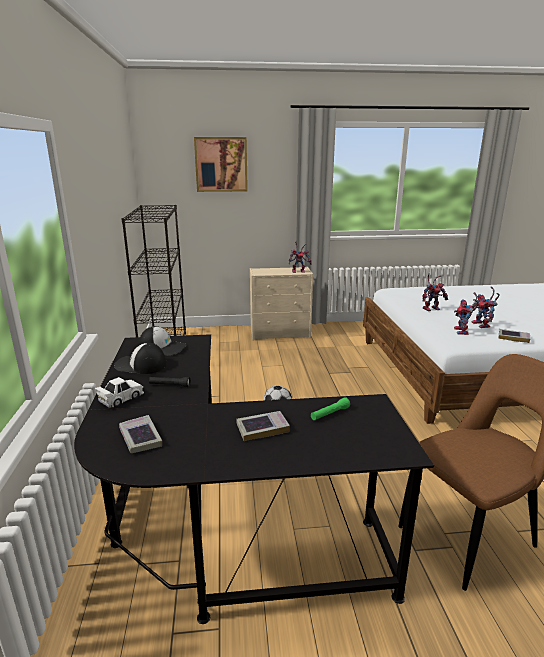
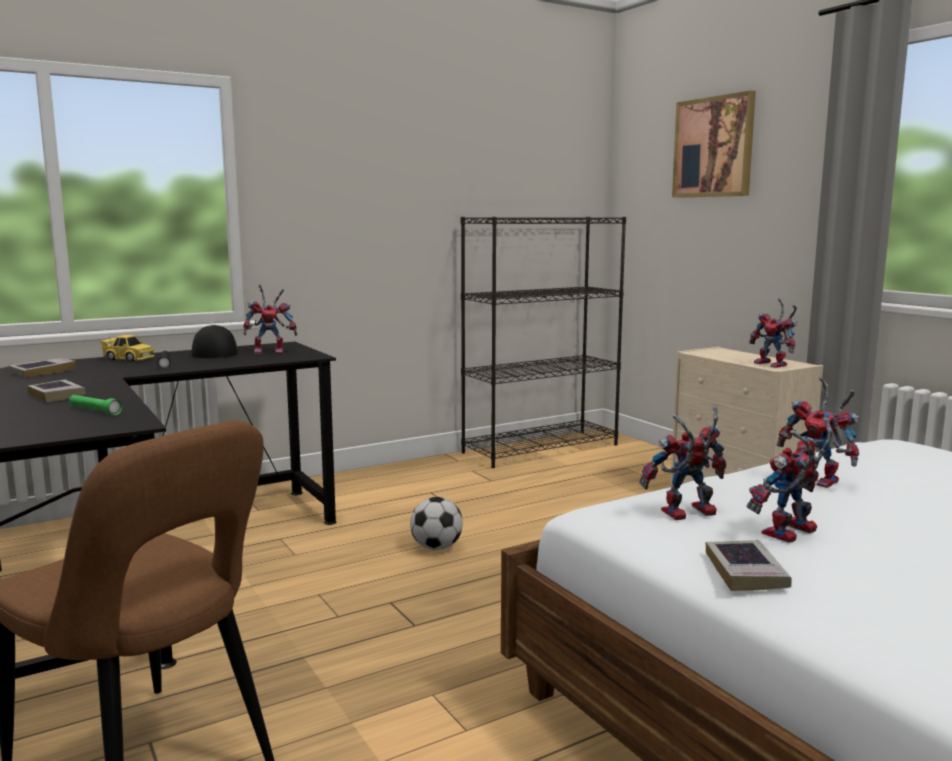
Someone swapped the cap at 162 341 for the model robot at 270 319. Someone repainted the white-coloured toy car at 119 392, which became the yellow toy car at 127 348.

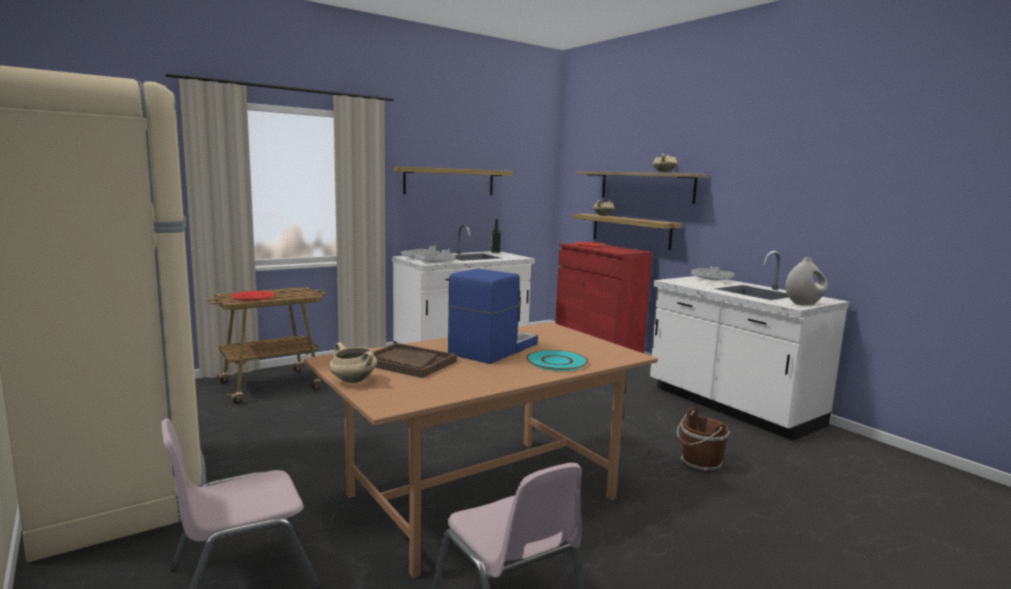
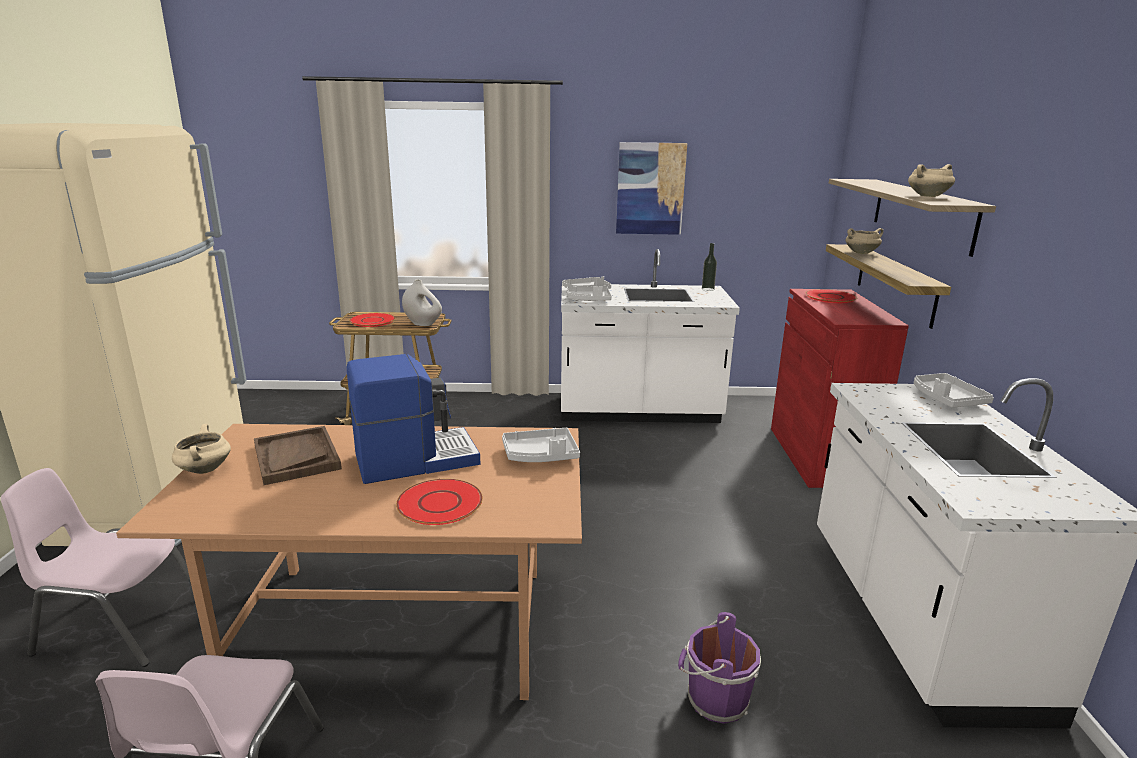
Someone swapped the shelf at 453 181 for the wall picture at 651 188. Someone carried the white-coloured vase from 806 281 to 422 302. Someone repainted the blue-green dinner plate at 557 360, which became the red-coloured dinner plate at 439 502. Someone repainted the brown bucket at 703 440, which became the purplish bucket at 719 668. Someone put down the grey serving tray at 541 445.

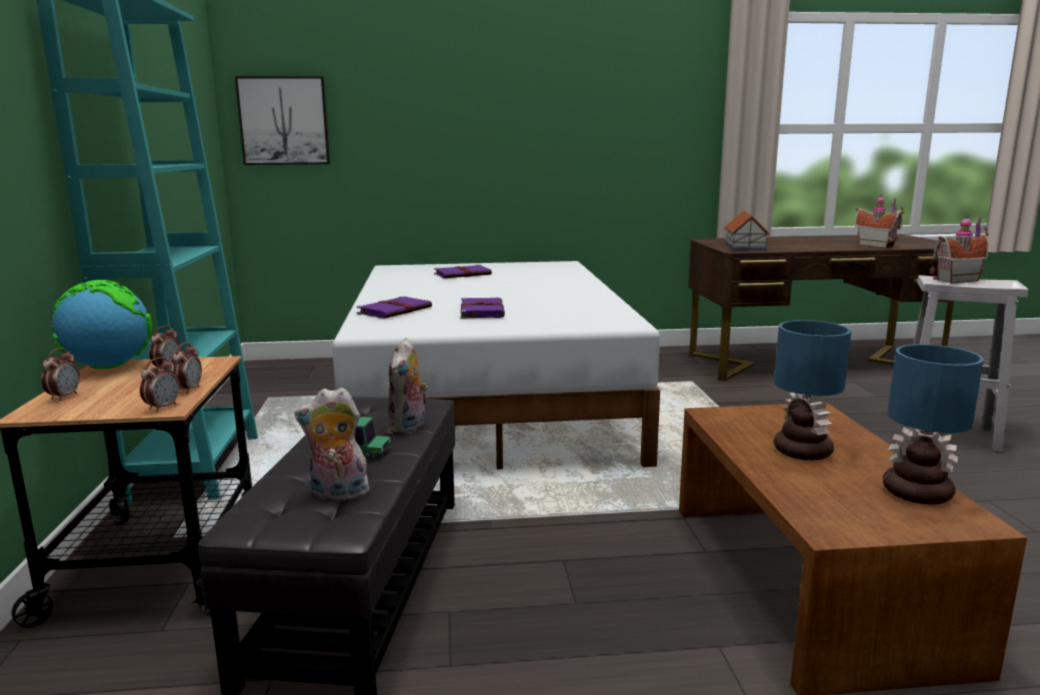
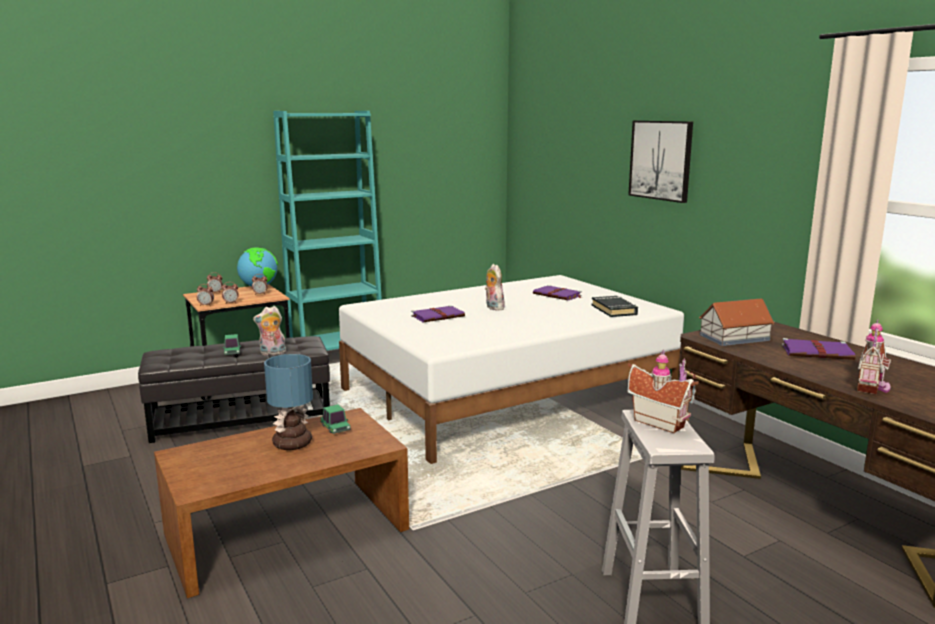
Someone carried the wall picture from 282 120 to 660 161. Someone carried the purplish volume from 394 307 to 819 349. Someone took away the table lamp at 933 424. Someone carried the soft toy from 333 445 to 495 287. Someone put down the black volume at 615 306. Someone put down the toy car at 335 419.

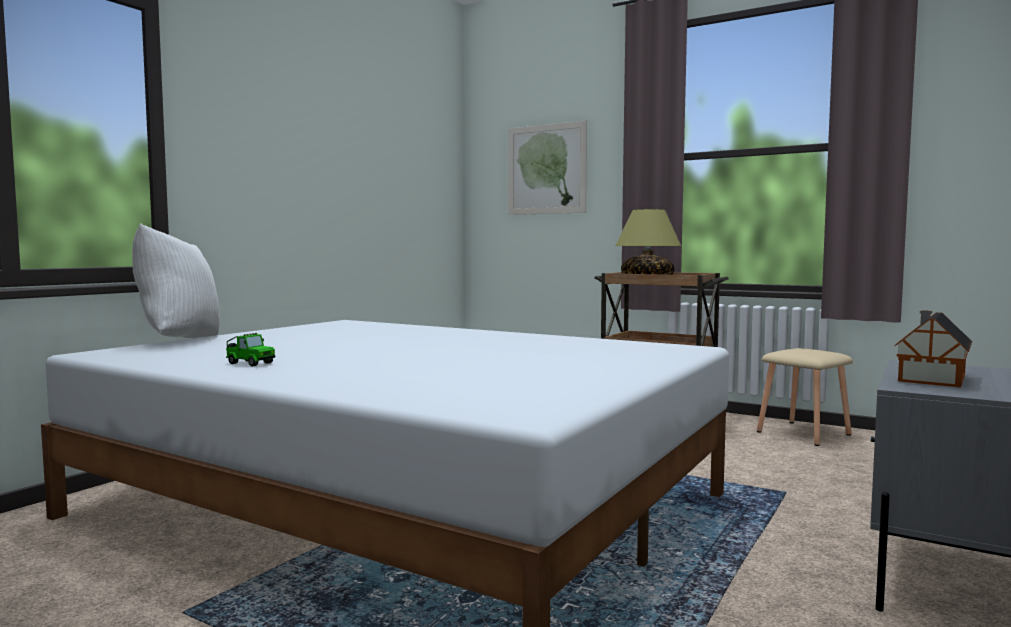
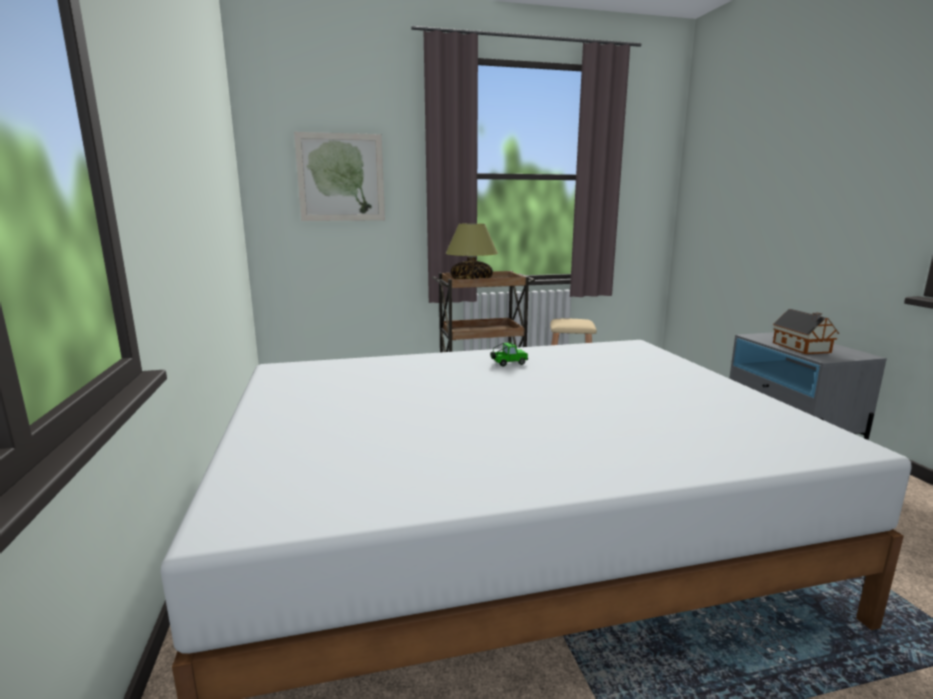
Someone took away the white-coloured pillow at 176 280. Someone carried the toy car from 250 349 to 509 354.

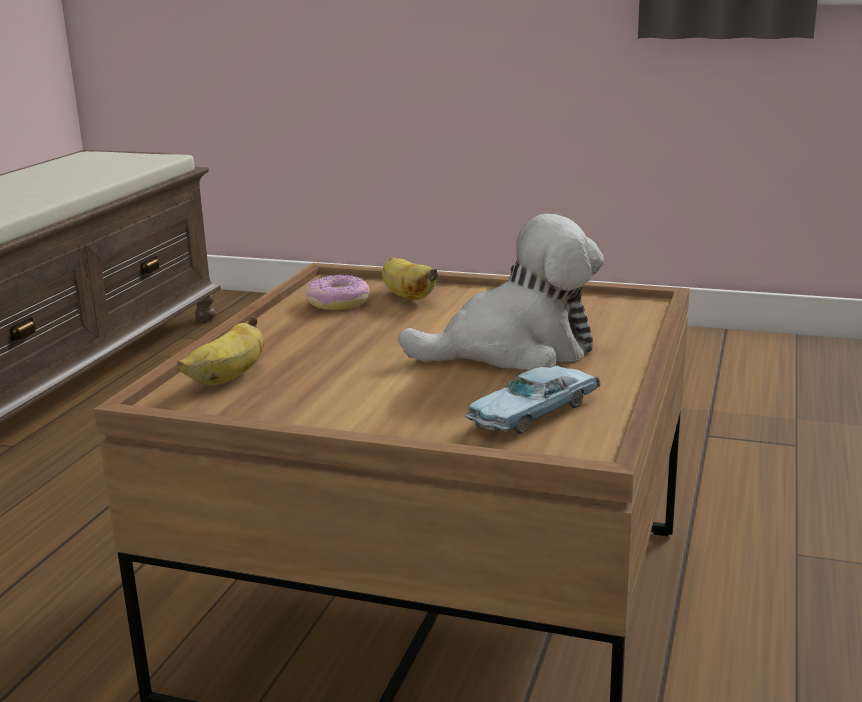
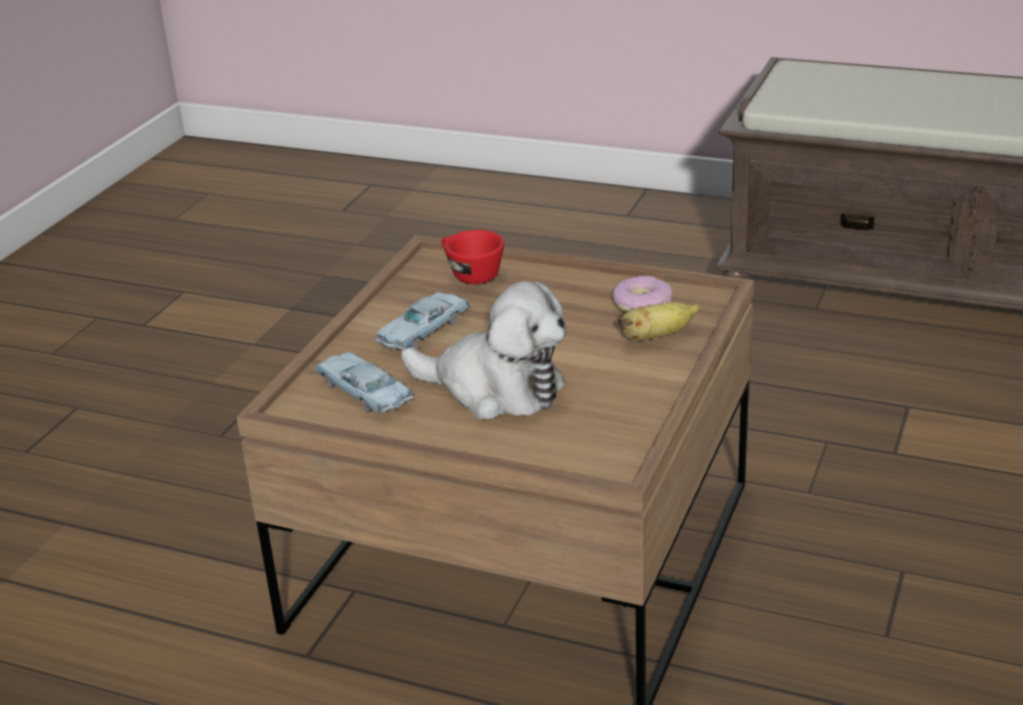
Someone rotated the soft toy at 501 292 by 60 degrees counterclockwise. Someone swapped the banana fruit at 220 350 for the red-coloured drinking cup at 473 257. Someone put down the blue toy car at 422 320.

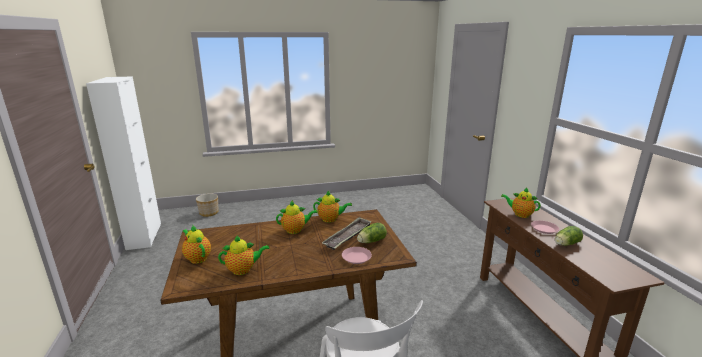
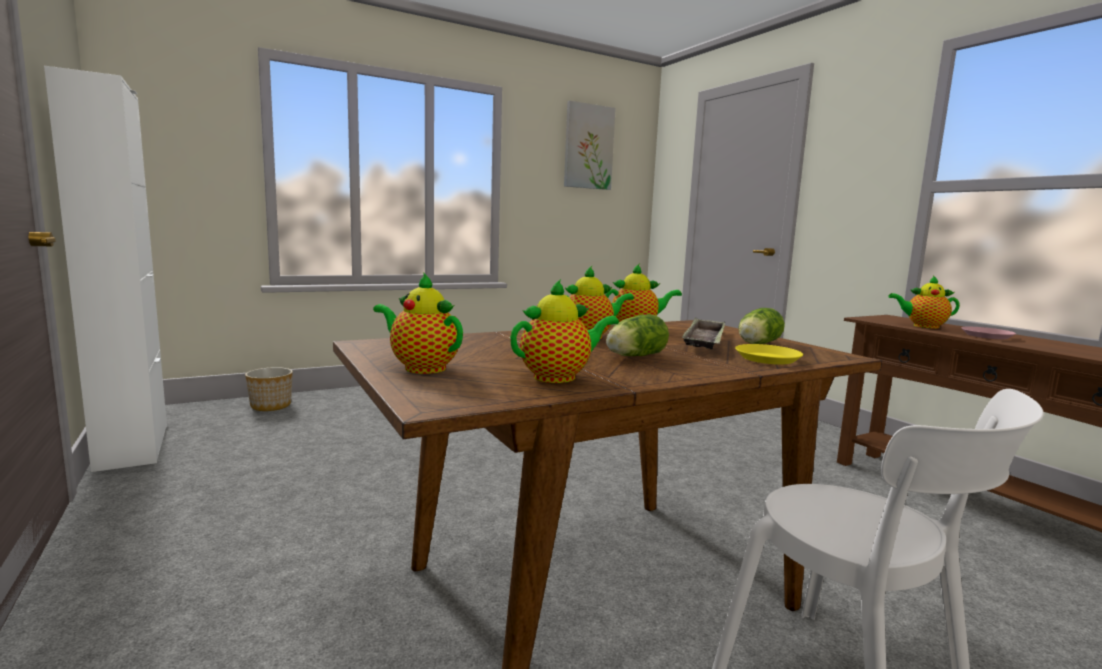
Someone carried the lettuce from 569 236 to 637 335. Someone repainted the pink-coloured dinner plate at 357 255, which became the yellow dinner plate at 769 354. Someone put up the wall picture at 590 145.

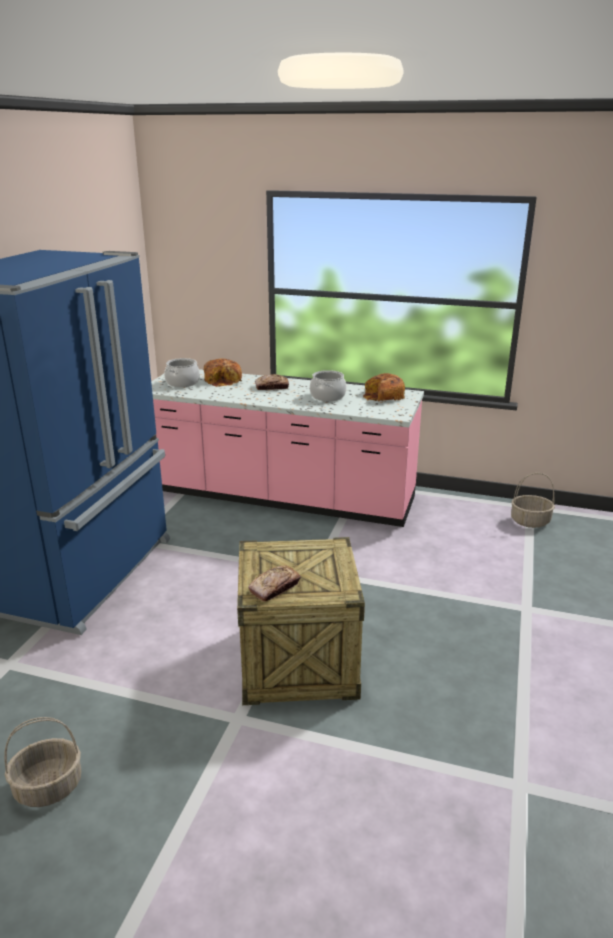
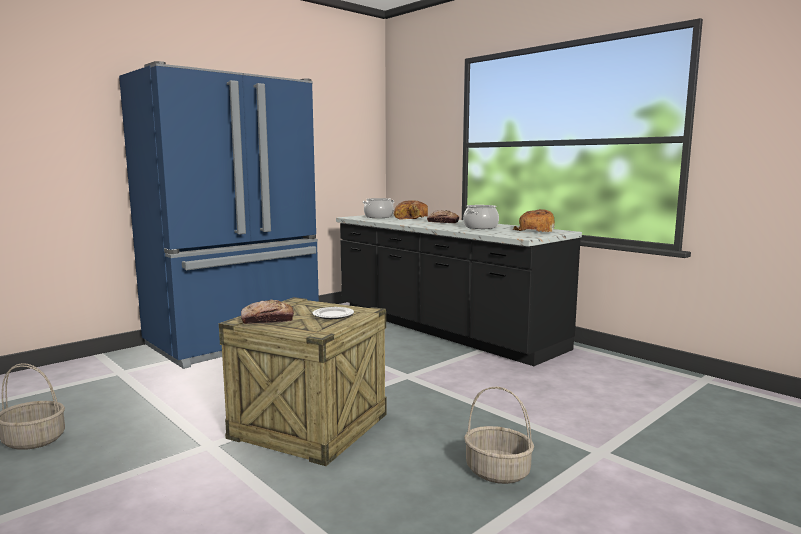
Someone repainted the pink-coloured counter at 287 448, which became the black counter at 459 290. Someone carried the basket from 533 500 to 499 435. Someone put down the dinner plate at 333 313.

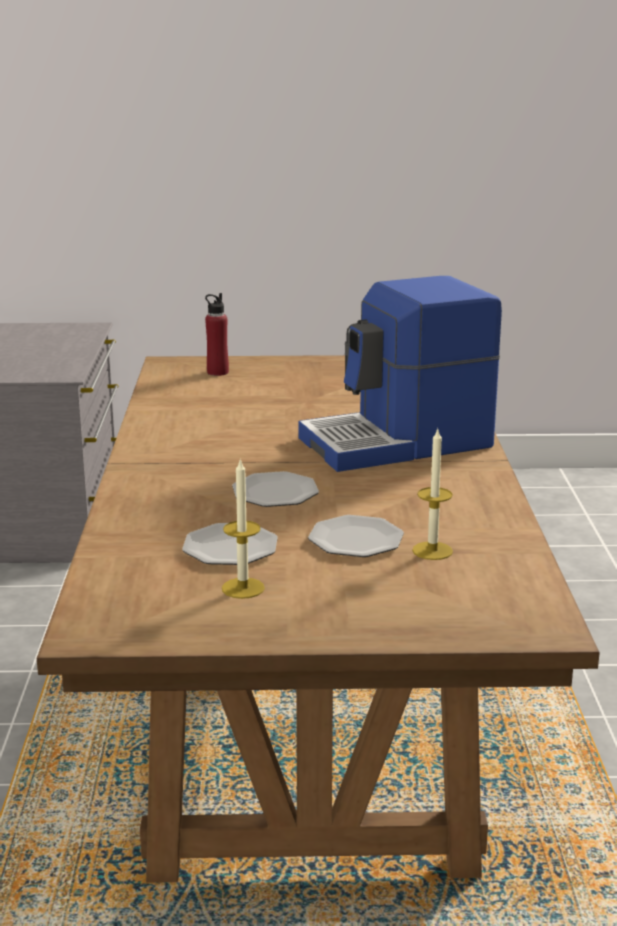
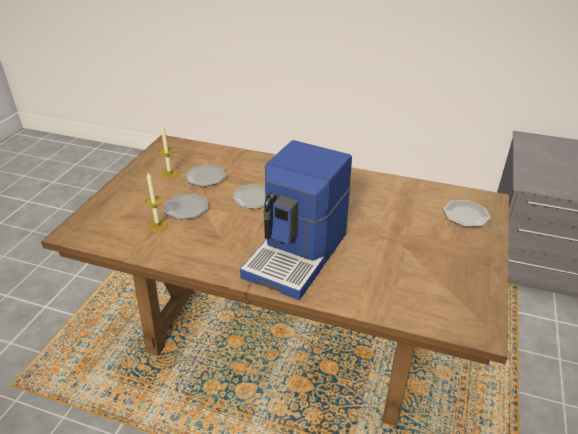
Someone rotated the coffee machine at 400 374 by 150 degrees counterclockwise. Someone swapped the red-coloured drink bottle at 217 334 for the dinner plate at 467 213.

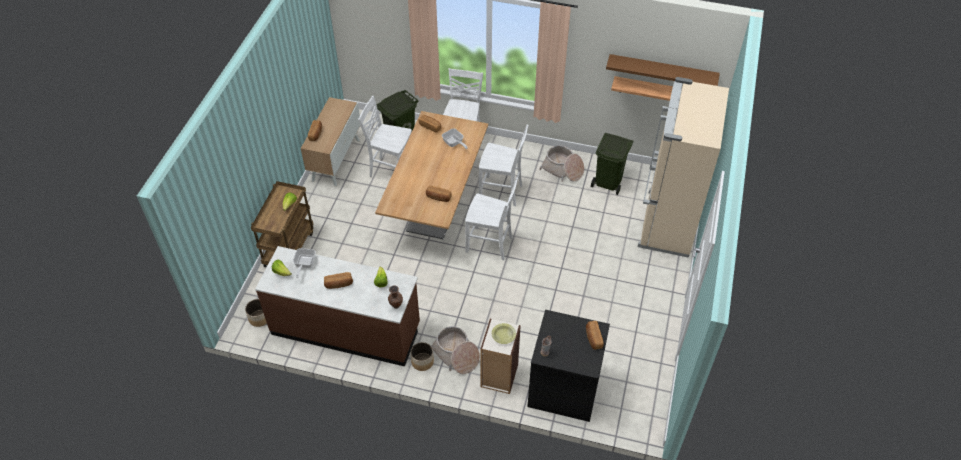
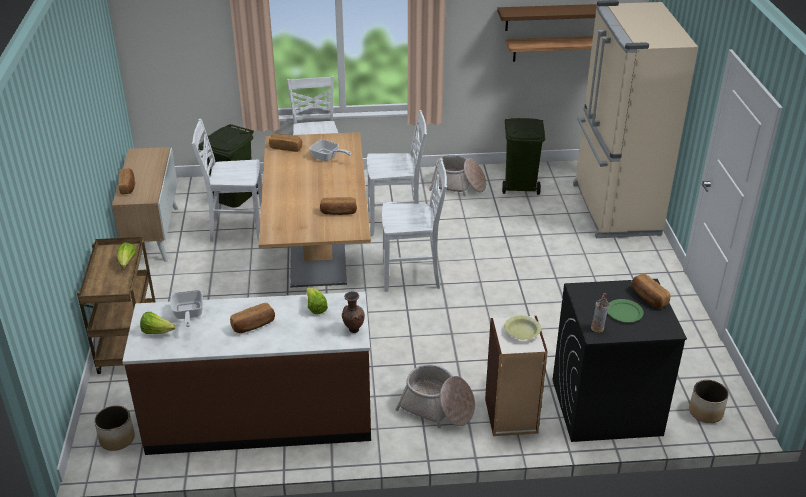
Someone carried the plant pot from 422 356 to 709 401. Someone put down the green dinner plate at 625 310.

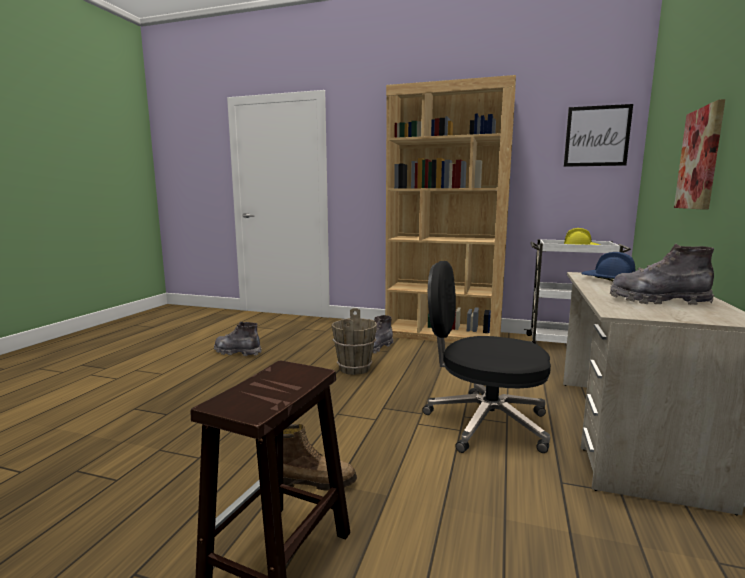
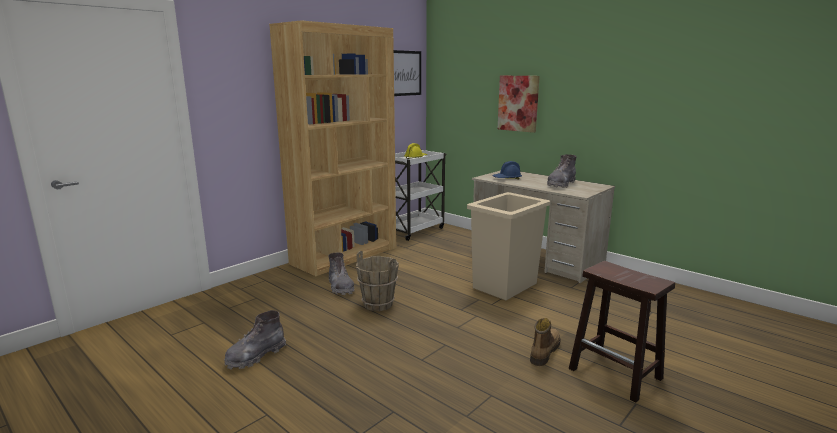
Someone swapped the black office chair at 486 357 for the sand-coloured trash can at 508 246.

